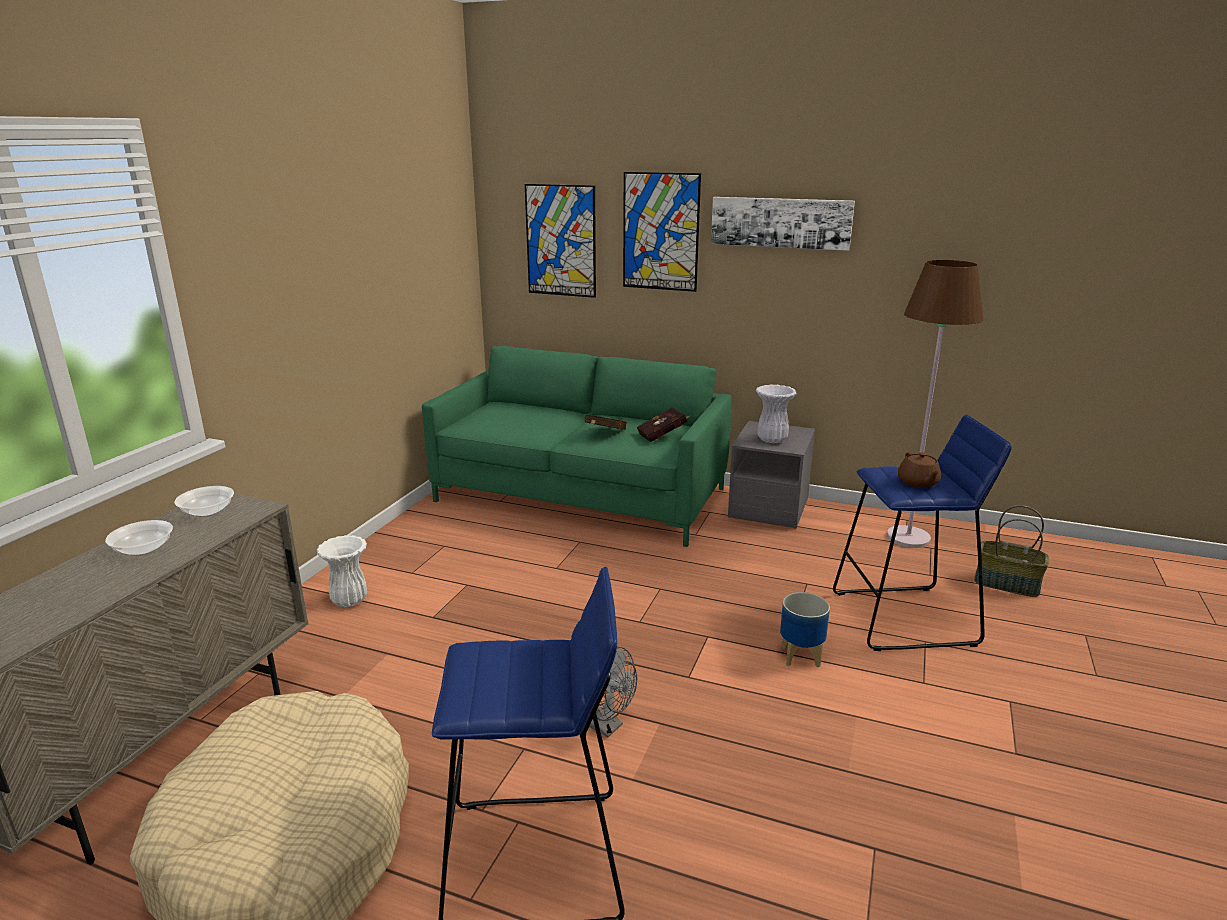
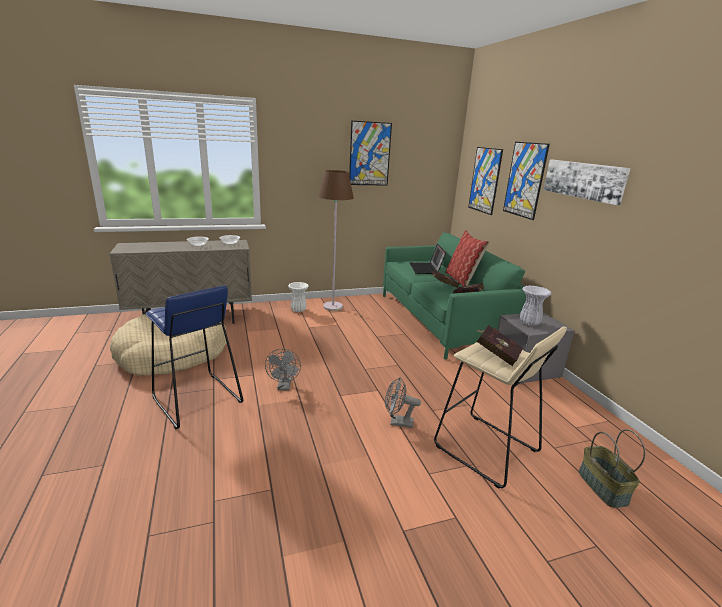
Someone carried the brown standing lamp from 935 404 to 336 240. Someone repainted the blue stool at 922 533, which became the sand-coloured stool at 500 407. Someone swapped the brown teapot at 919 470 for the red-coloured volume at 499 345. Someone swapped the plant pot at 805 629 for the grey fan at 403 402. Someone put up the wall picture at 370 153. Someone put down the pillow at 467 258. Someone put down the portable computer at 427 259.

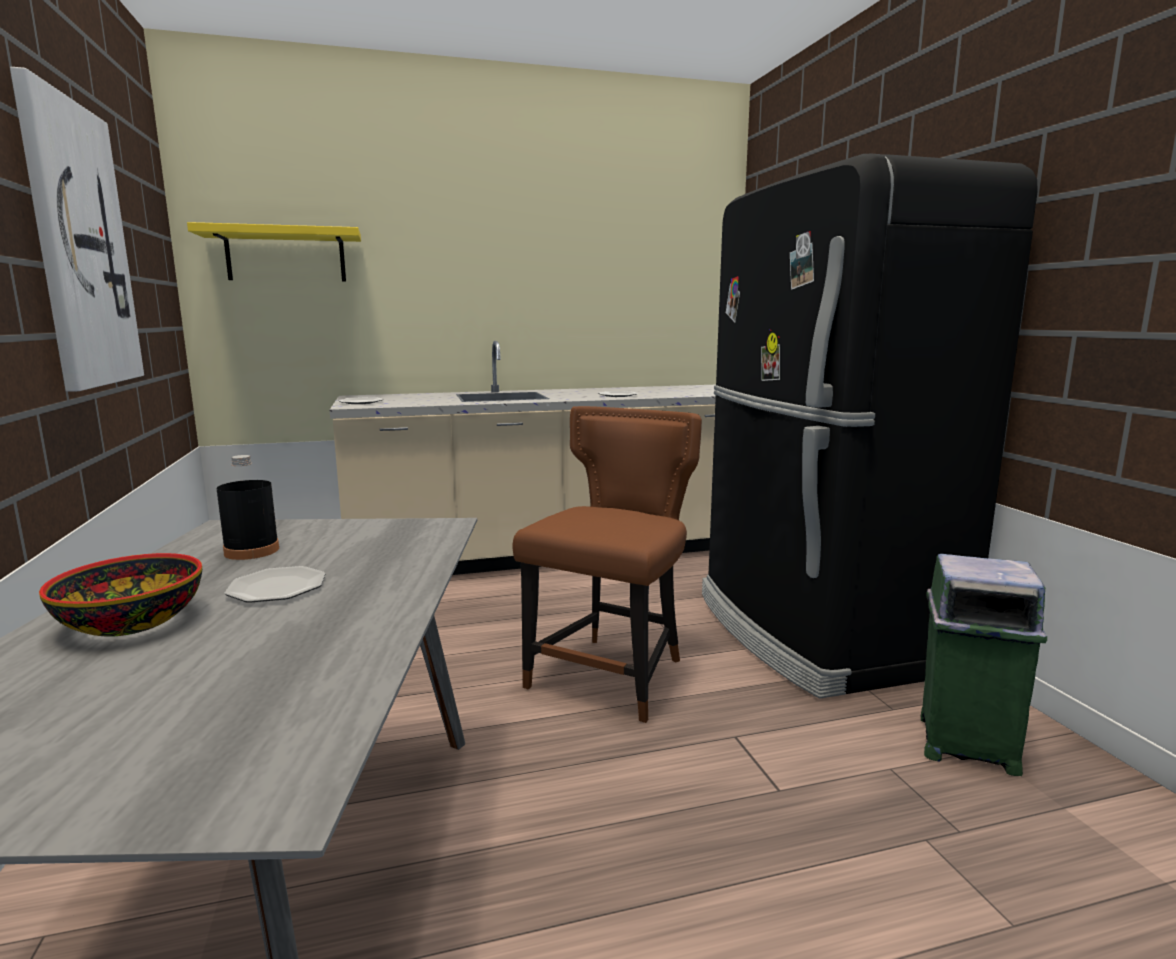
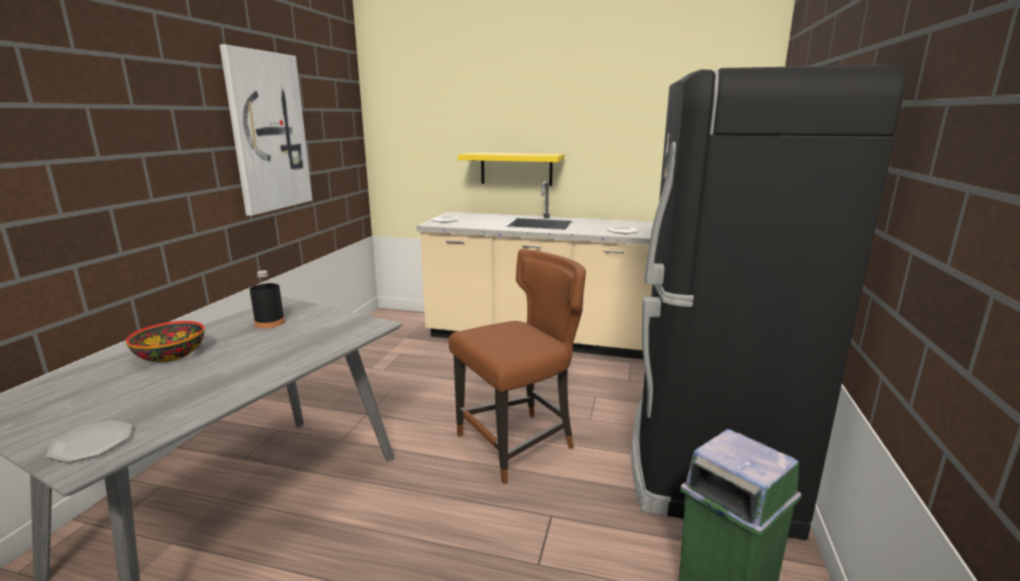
Someone carried the yellow shelf from 274 252 to 511 169. Someone carried the dinner plate from 275 584 to 89 441.

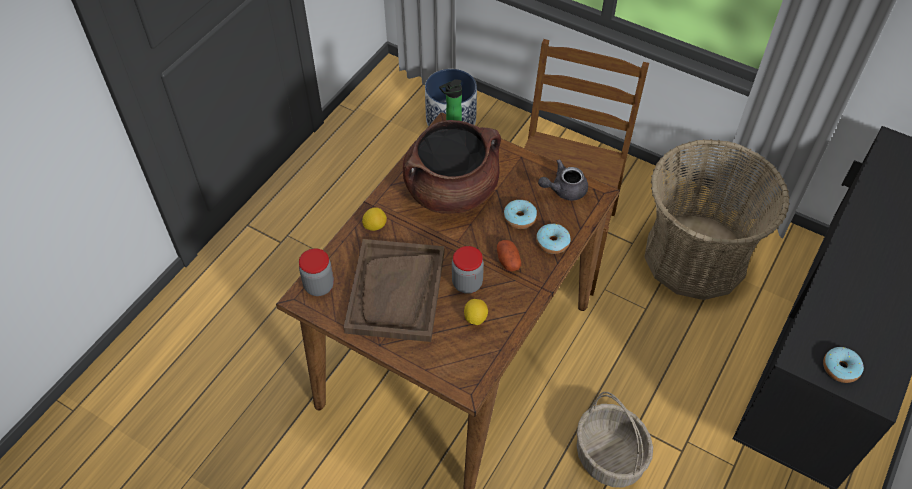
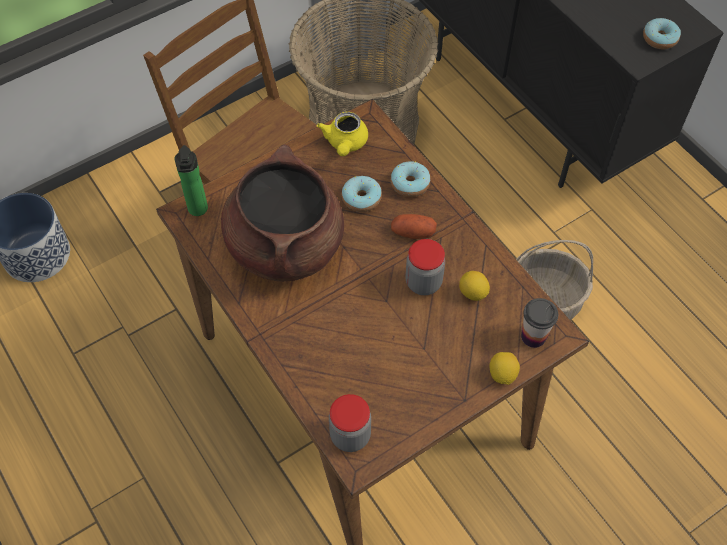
Someone repainted the grey teapot at 563 180, which became the yellow teapot at 342 134. Someone carried the lemon from 374 219 to 504 368. Someone took away the brown serving tray at 393 290. Someone put down the drinking cup at 539 323.

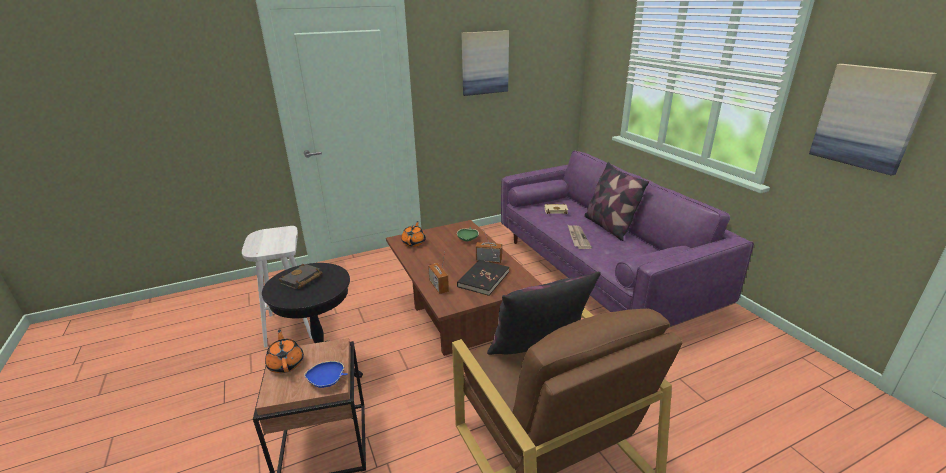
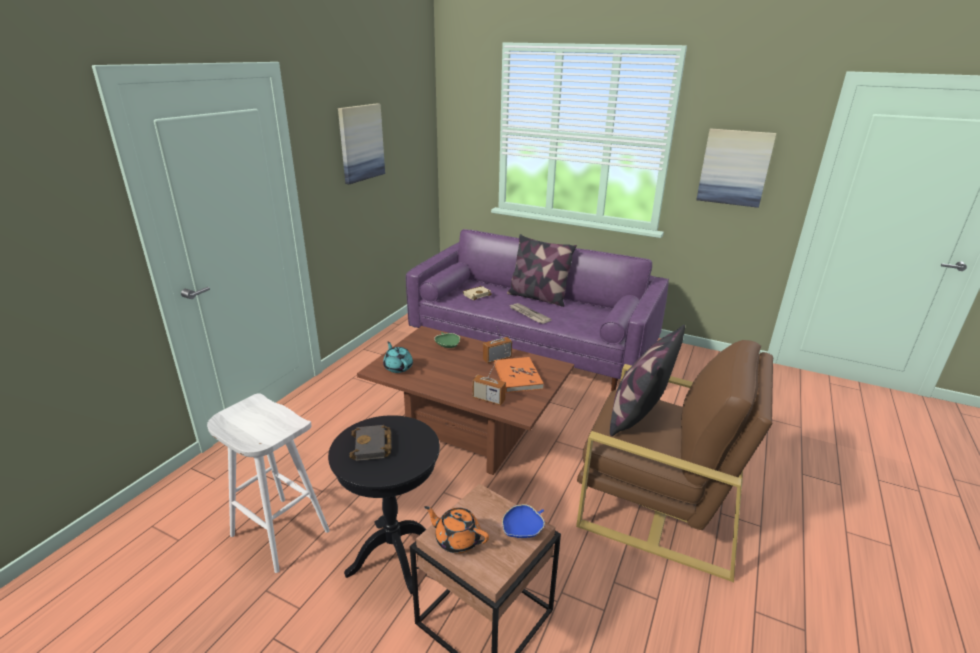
Someone repainted the orange teapot at 413 234, which became the blue-green teapot at 398 357. Someone repainted the black volume at 483 278, which became the orange volume at 519 375.

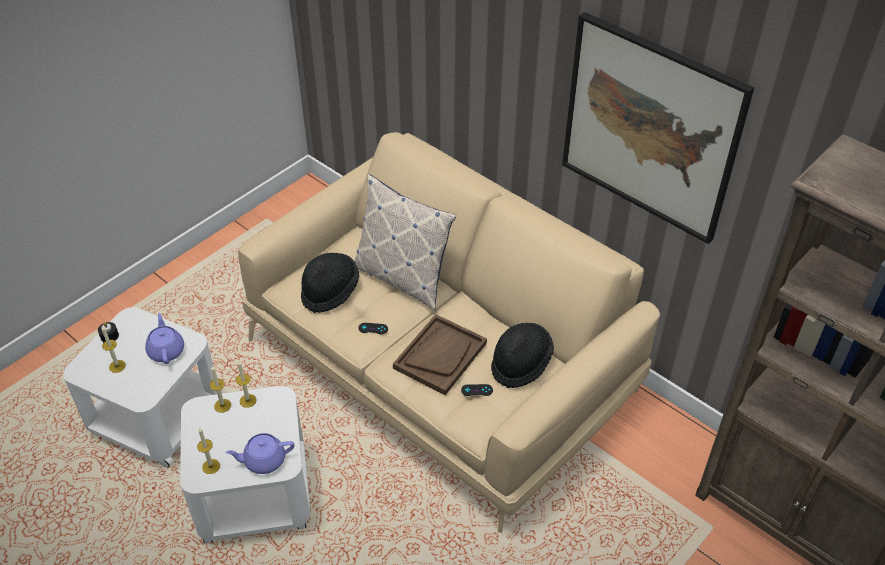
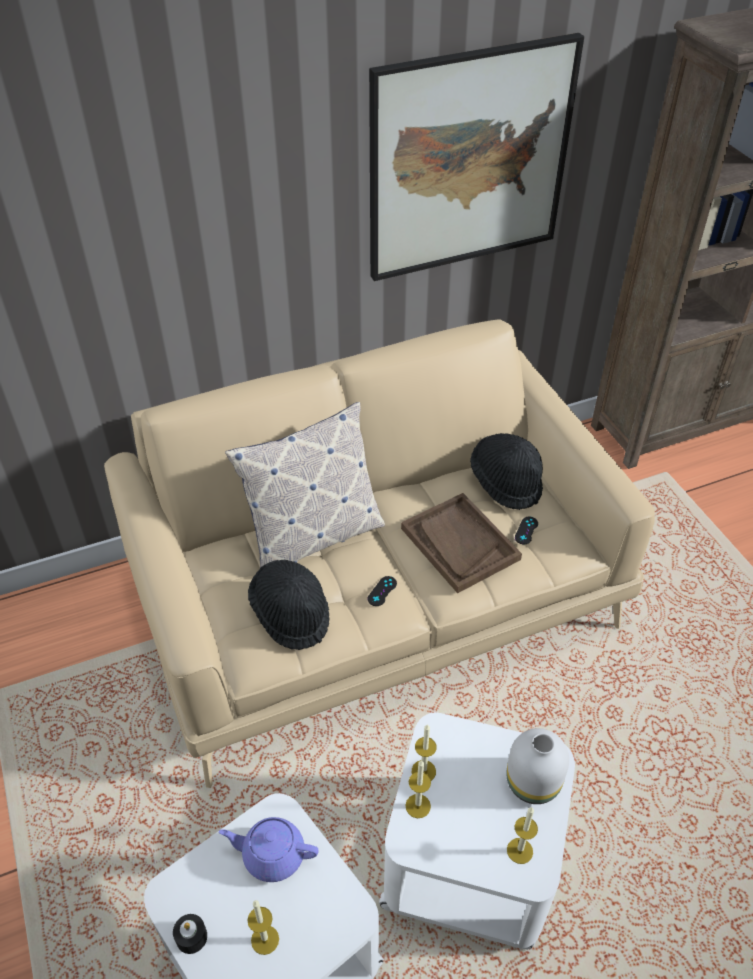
Someone swapped the purplish teapot at 259 453 for the white-coloured vase at 537 766.

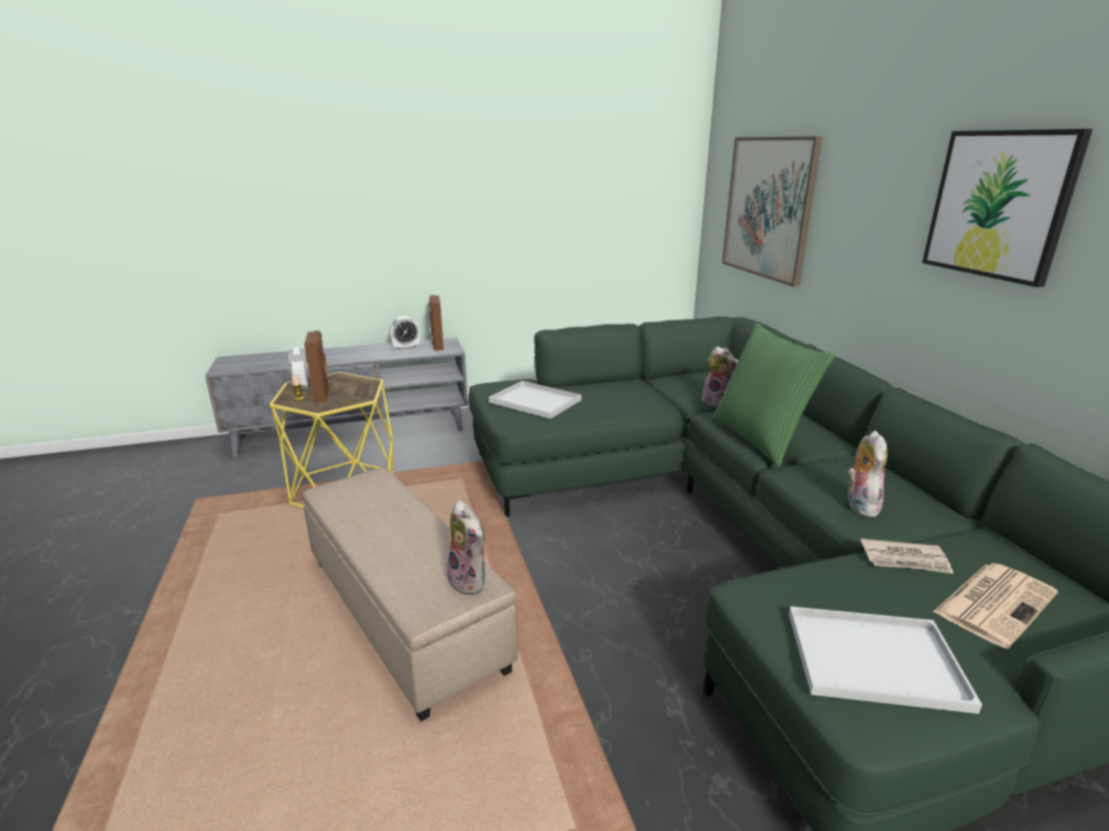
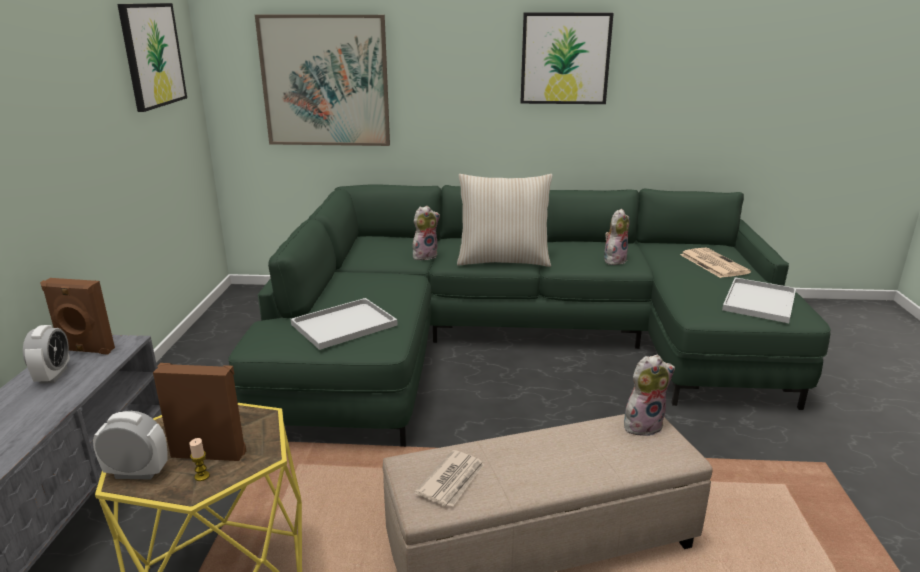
Someone repainted the green pillow at 773 395, which became the sand-coloured pillow at 505 220. Someone rotated the soft toy at 868 474 by 105 degrees clockwise. Someone carried the newspaper from 907 556 to 449 478. Someone put up the wall picture at 152 57.

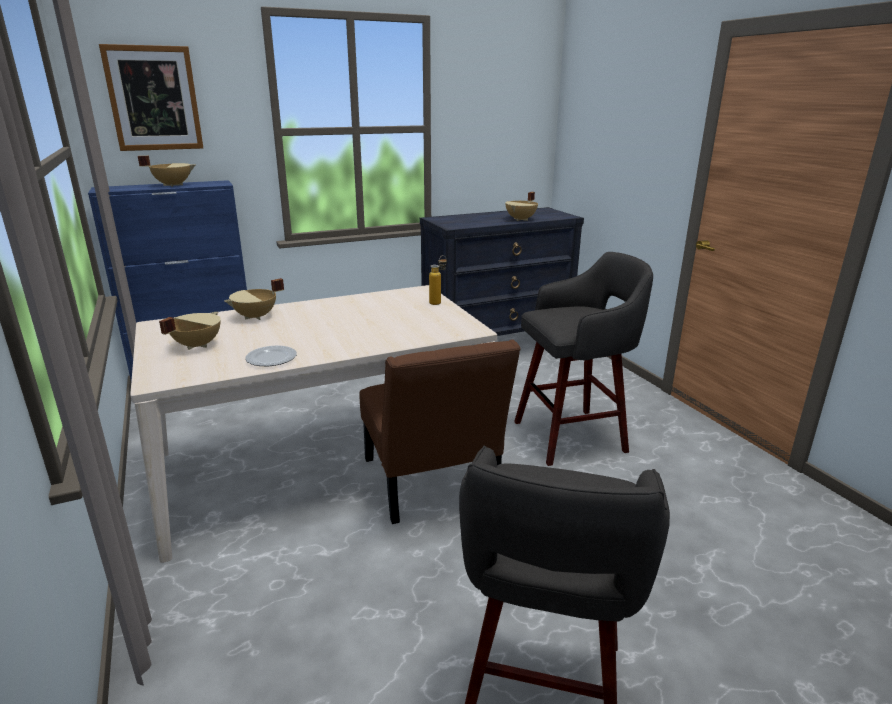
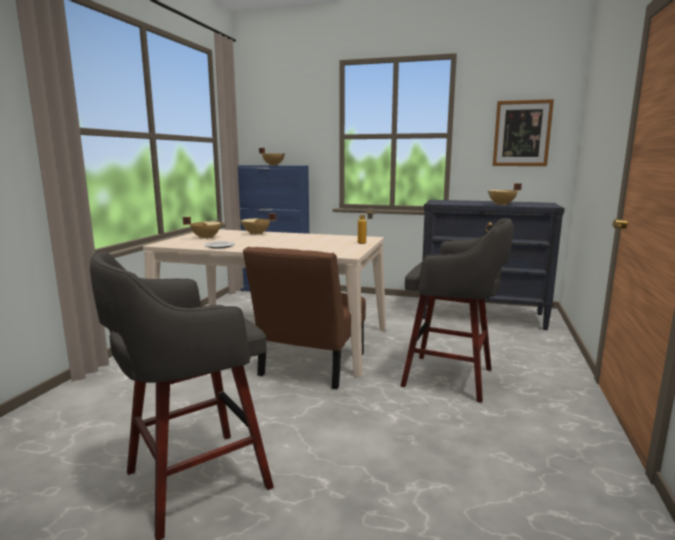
Someone carried the wall picture from 151 97 to 523 132.

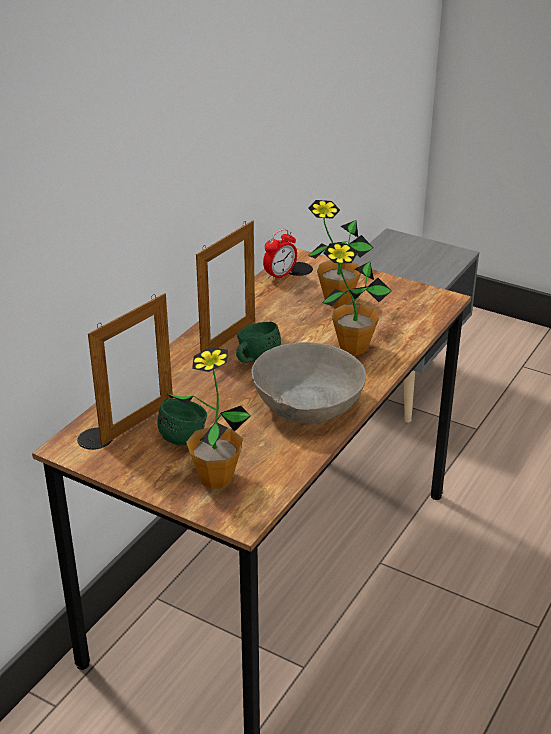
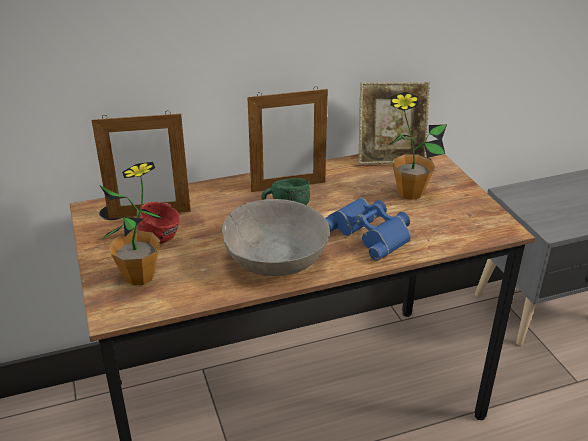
Someone swapped the bedside clock at 280 255 for the standing frame at 394 123. Someone swapped the potted plant at 357 299 for the blue field glasses at 368 229. Someone repainted the green coffee mug at 182 422, which became the red-coloured coffee mug at 158 223.

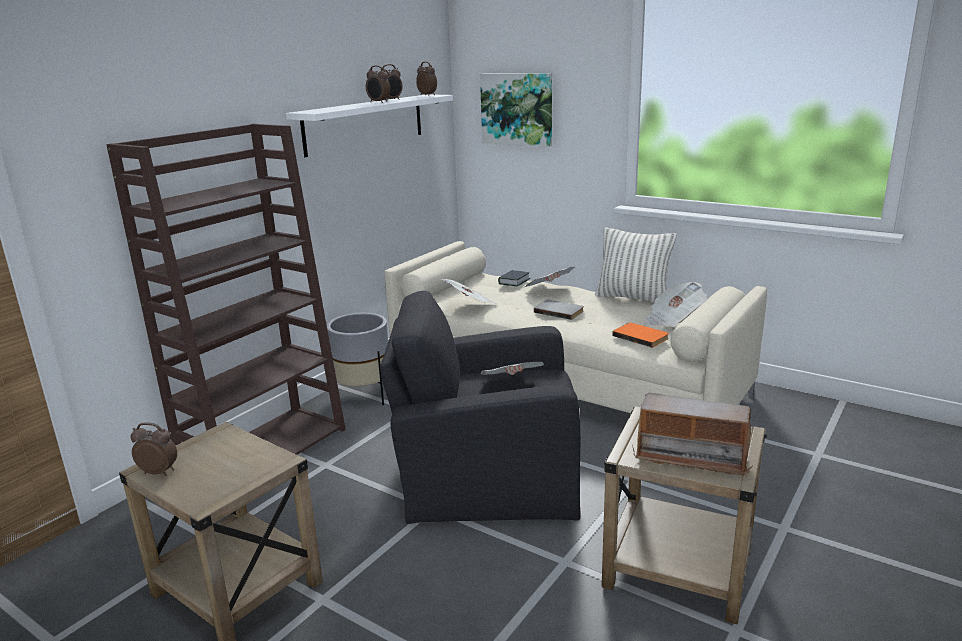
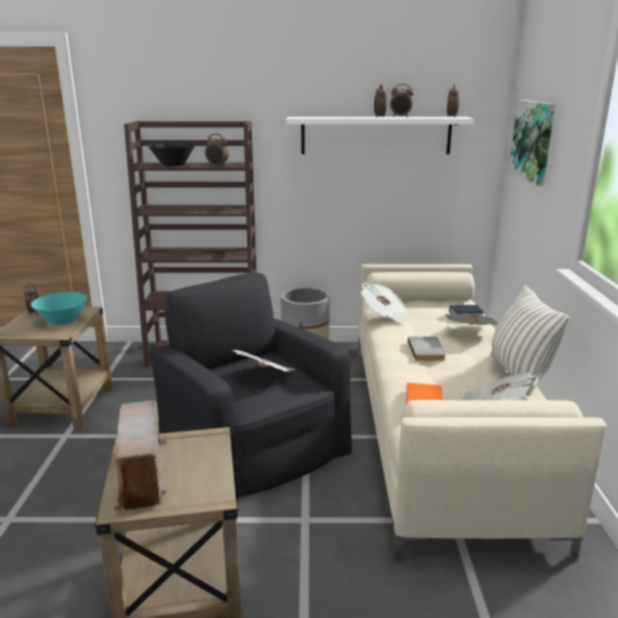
Someone put down the bedside clock at 217 150. Someone put down the black deep dish at 172 154. Someone put down the blue-green deep dish at 59 308.

